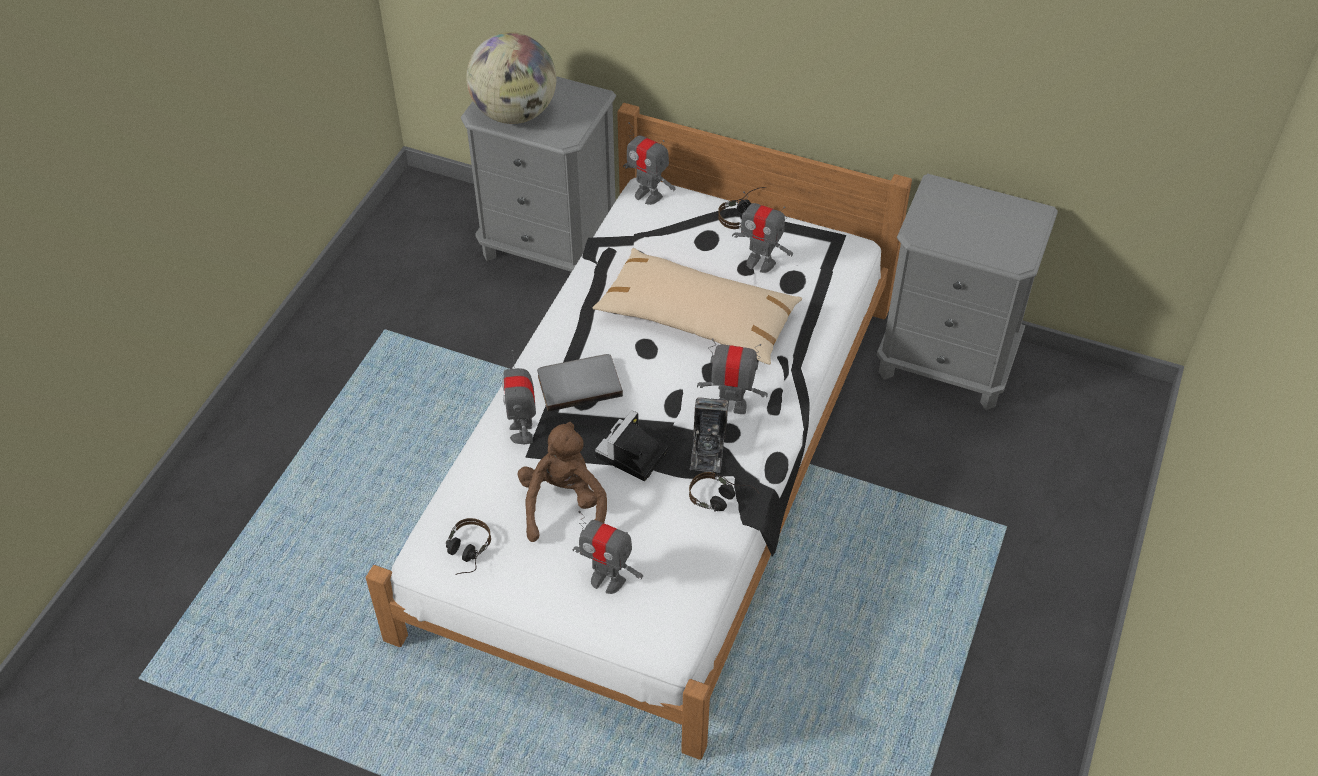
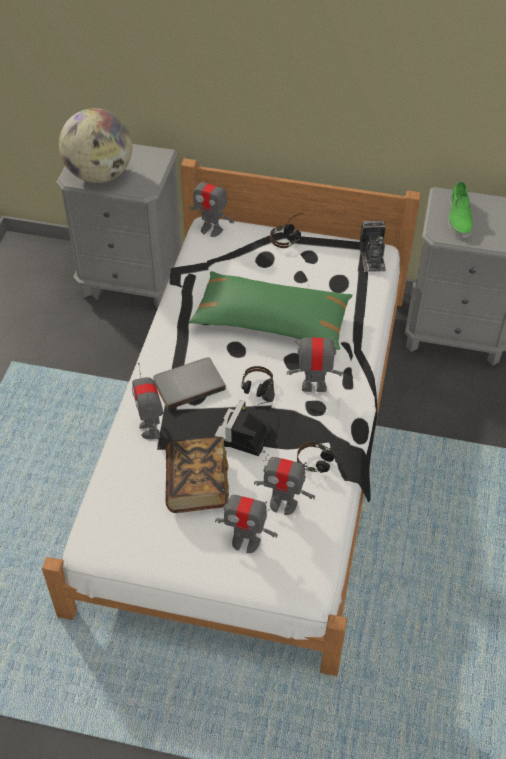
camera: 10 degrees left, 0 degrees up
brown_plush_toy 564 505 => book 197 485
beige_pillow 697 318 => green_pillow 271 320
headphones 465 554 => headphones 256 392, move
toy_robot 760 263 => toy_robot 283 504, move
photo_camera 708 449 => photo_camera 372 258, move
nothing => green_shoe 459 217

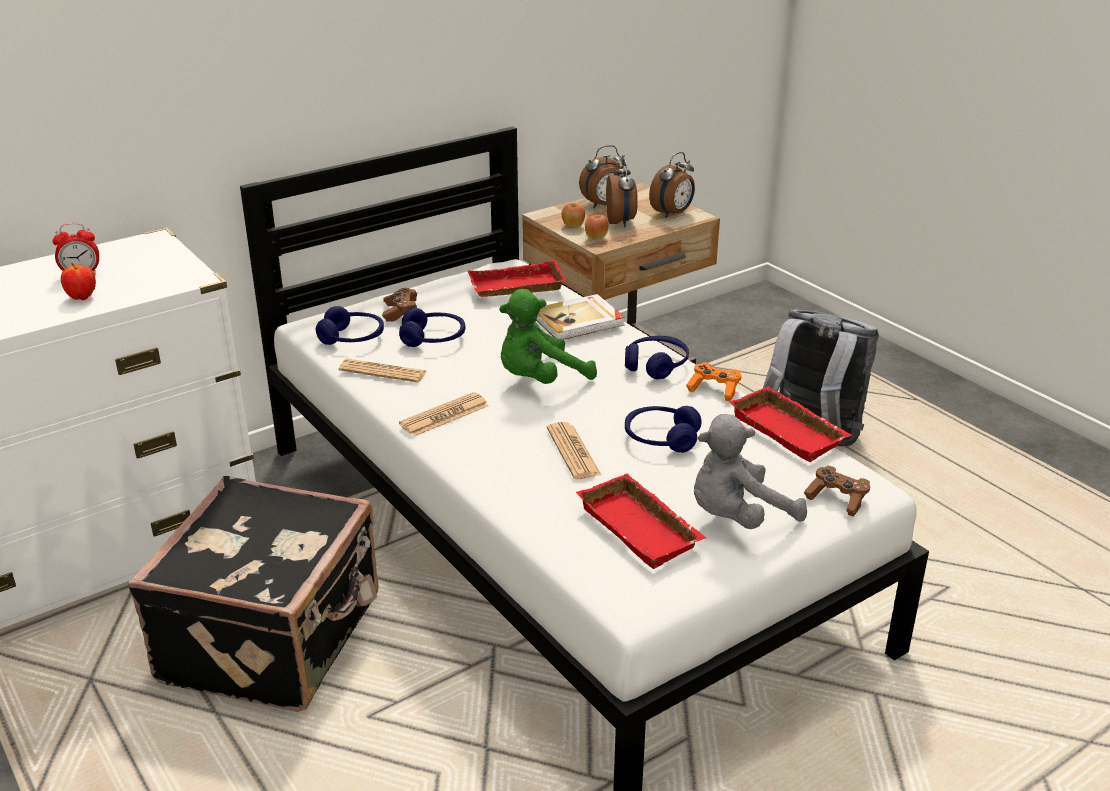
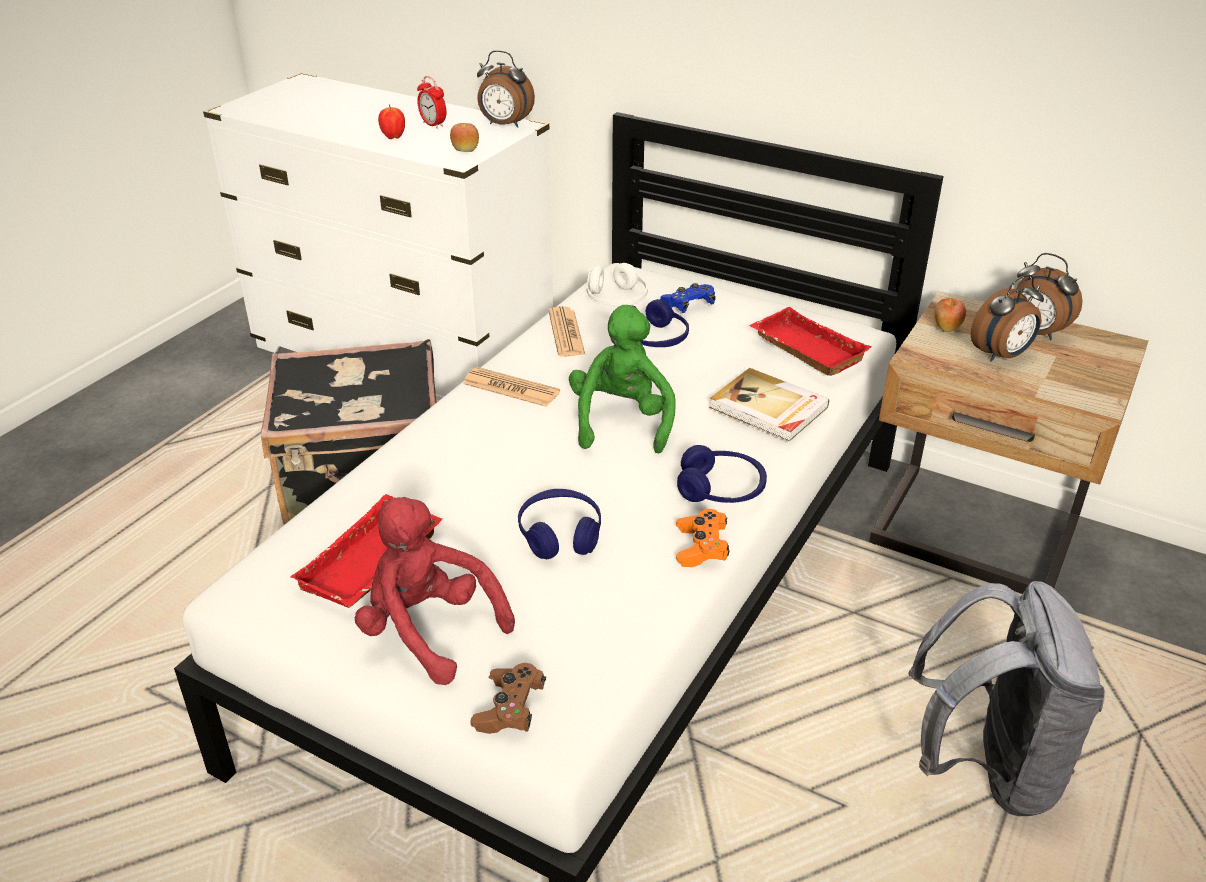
camera: 65 degrees right, 5 degrees up
grey_plush_toy 737 517 => red_plush_toy 429 630
apple 596 238 => apple 465 151, move
alarm_clock 673 214 => alarm_clock 505 125, move
green_plush_toy 540 380 => green_plush_toy 621 421, 60 degrees clockwise
blue_headphones 352 338 => white_headphones 616 299
brown_game_controller 400 312 => blue_game_controller 688 306
newspaper 573 452 => nothing
red_tray 791 431 => nothing

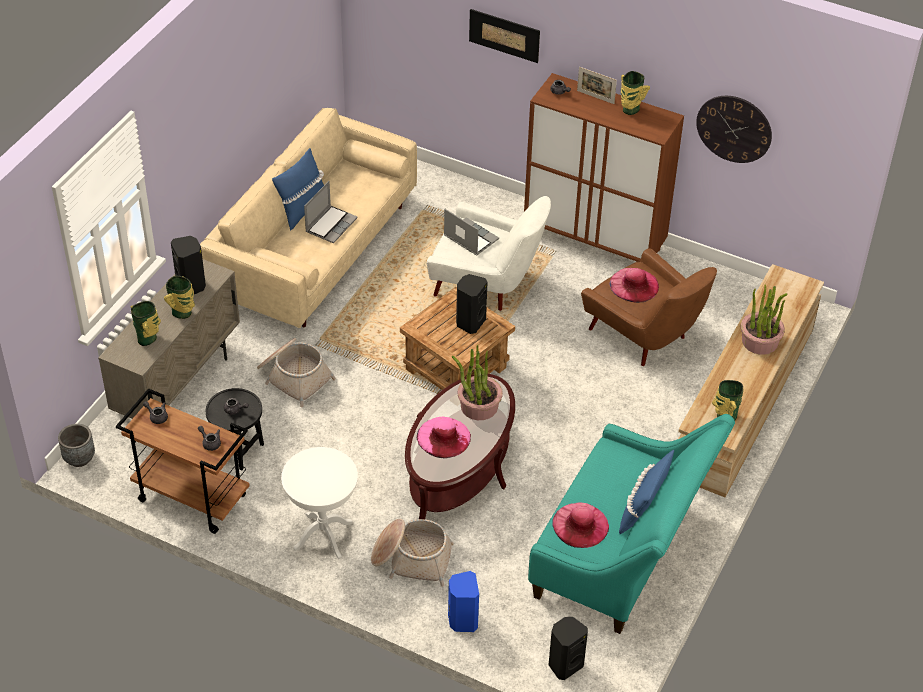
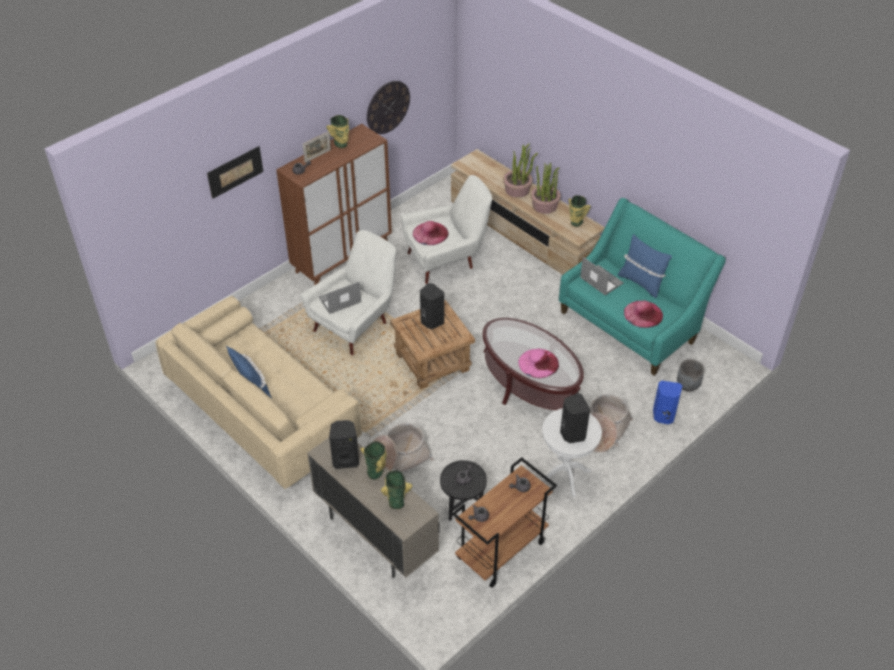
camera: 70 degrees left, 0 degrees up
brown_armchair 645 337 => white_armchair 446 259
potted_plant 478 406 => potted_plant 544 206, move
black_speaker 564 665 => black_speaker 571 434, move
laptop 331 225 => laptop 600 281, move
grey_planter 79 458 => grey_planter 687 385, move

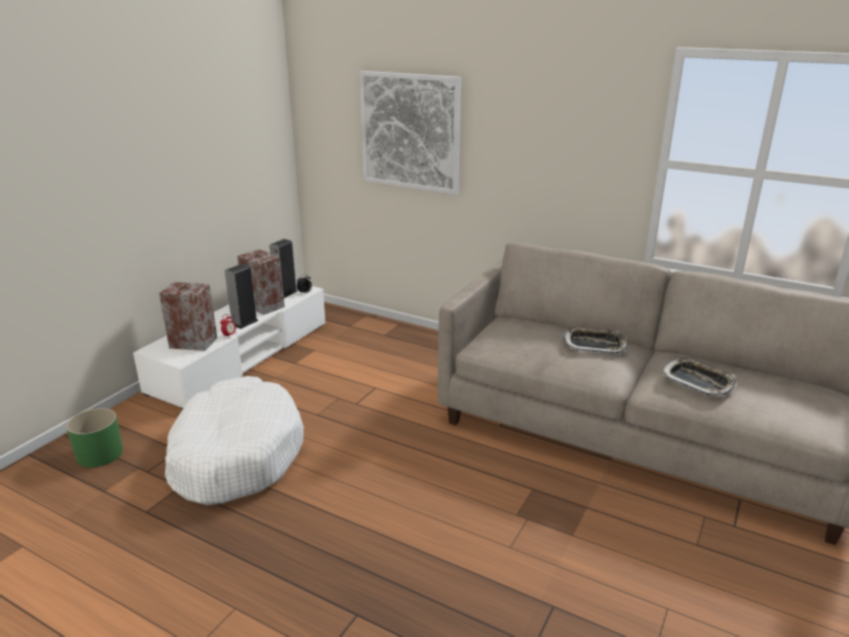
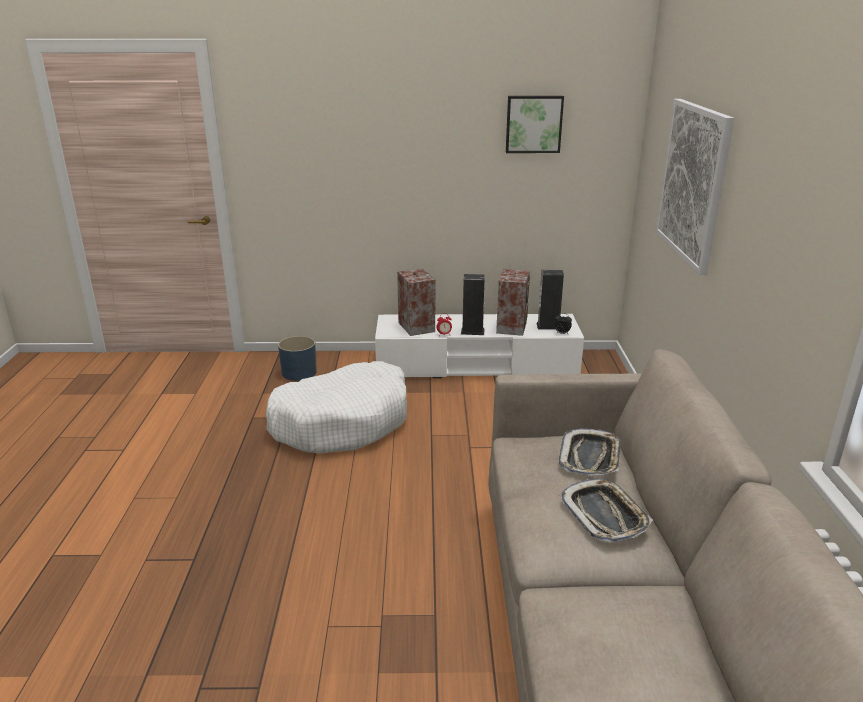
camera: 60 degrees right, 0 degrees up
green_planter 100 454 => blue_planter 299 373
nothing => picture 533 124
tray 698 381 => tray 590 457, move

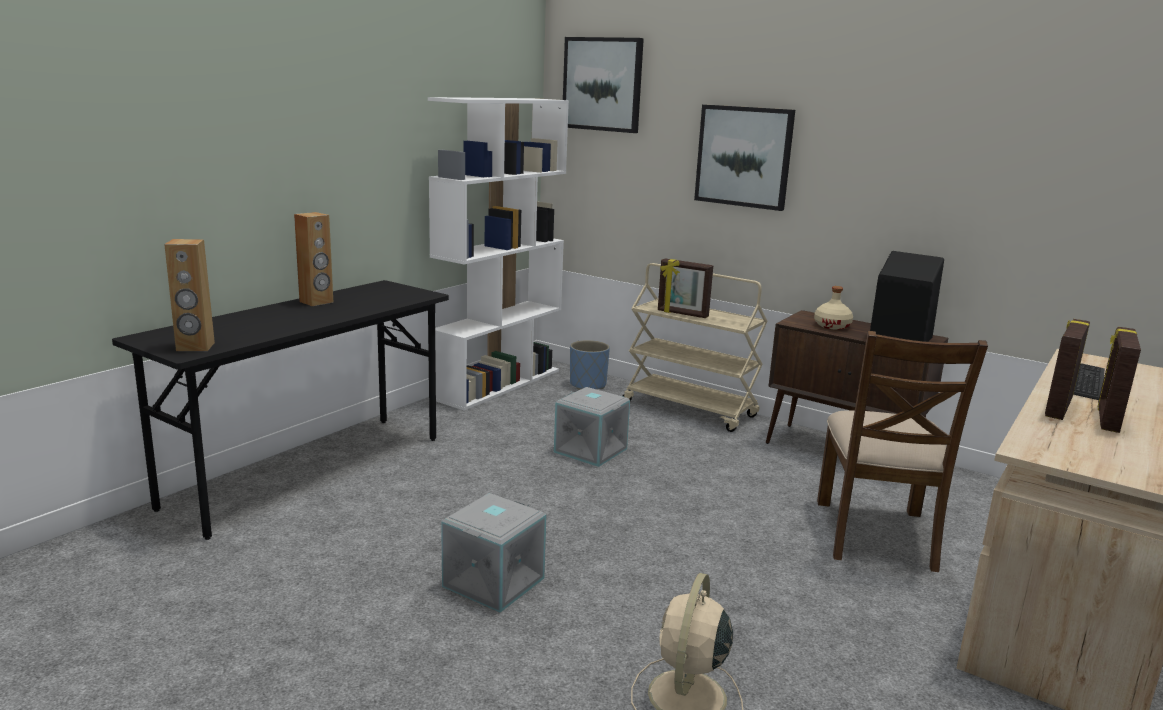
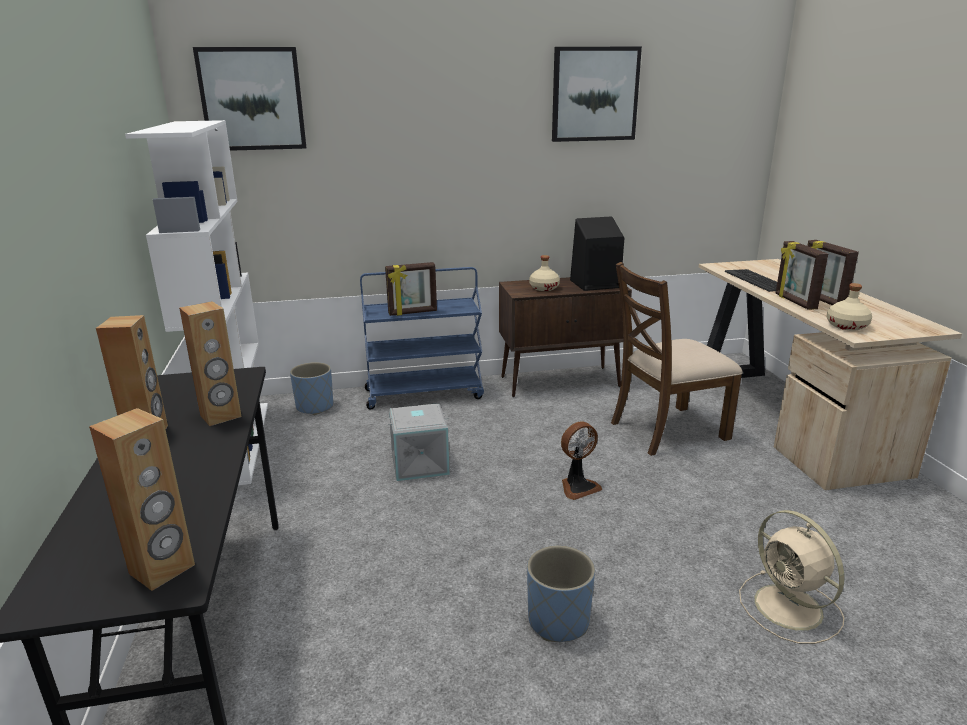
camera: 45 degrees left, 5 degrees up
nothing => brown_speaker 221 416
beige_cart 690 409 => blue_cart 424 393
grey_storage_box 492 581 => blue_planter 558 621
picture 744 156 => picture 594 94, move
nothing => fan 578 487
brown_chair 876 534 => brown_chair 667 430, 105 degrees clockwise
nothing => beige_bottle 847 326

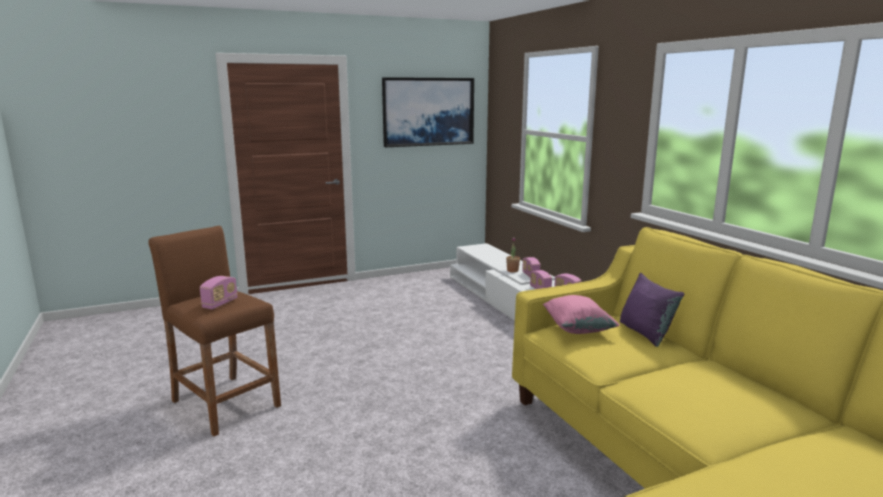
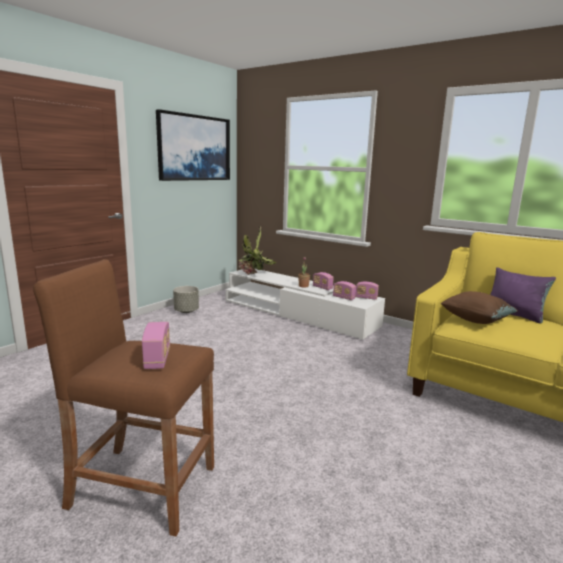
camera: 30 degrees left, 0 degrees up
nothing => grey_planter 186 311
nothing => potted_plant 256 274
pink_pillow 577 329 => brown_pillow 475 320

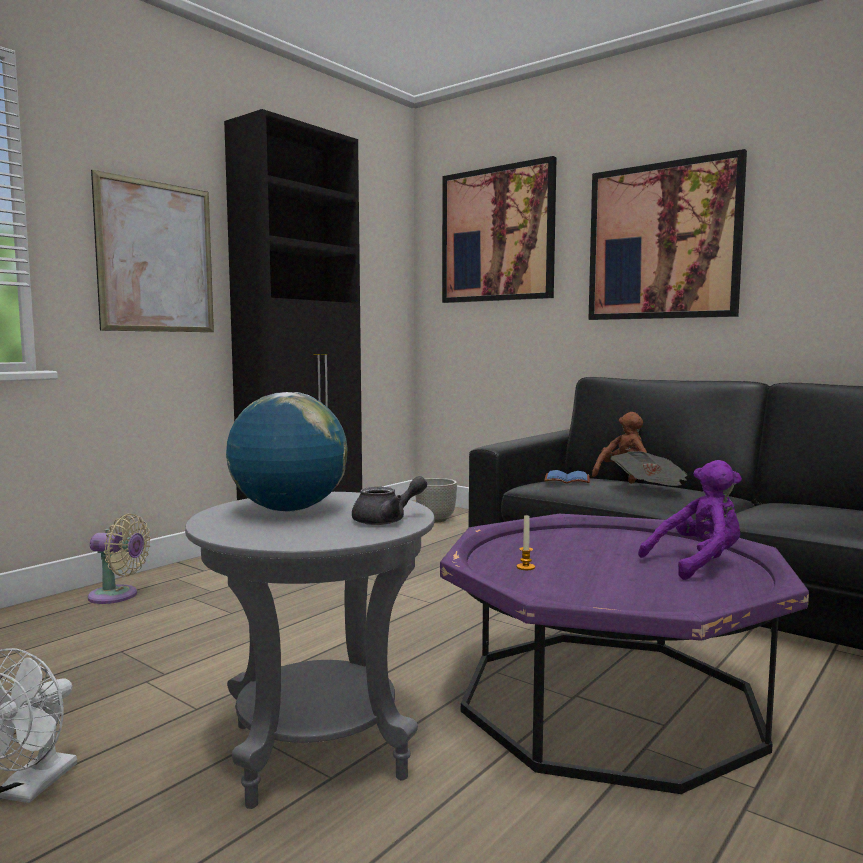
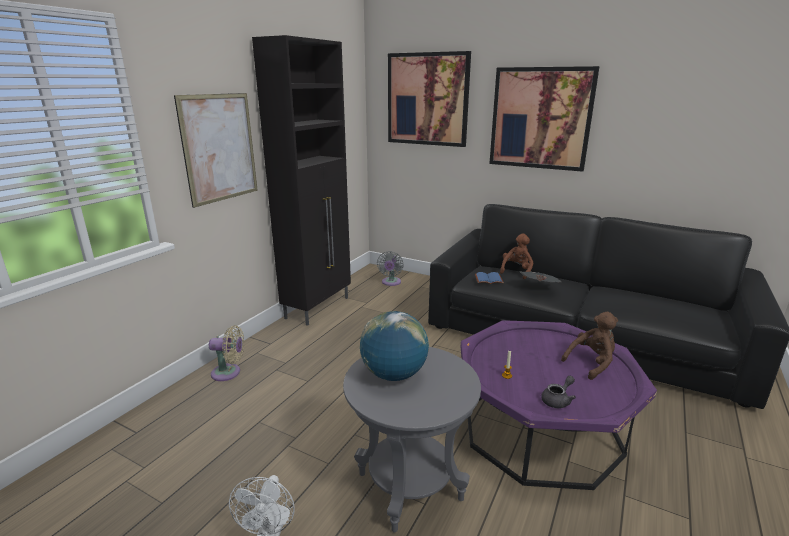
camera: 10 degrees left, 15 degrees up
grey_planter 436 520 => grey_fan 391 282
grey_teapot 387 520 => grey_teapot 558 400, move
purple_plush_toy 697 564 => brown_plush_toy 591 363

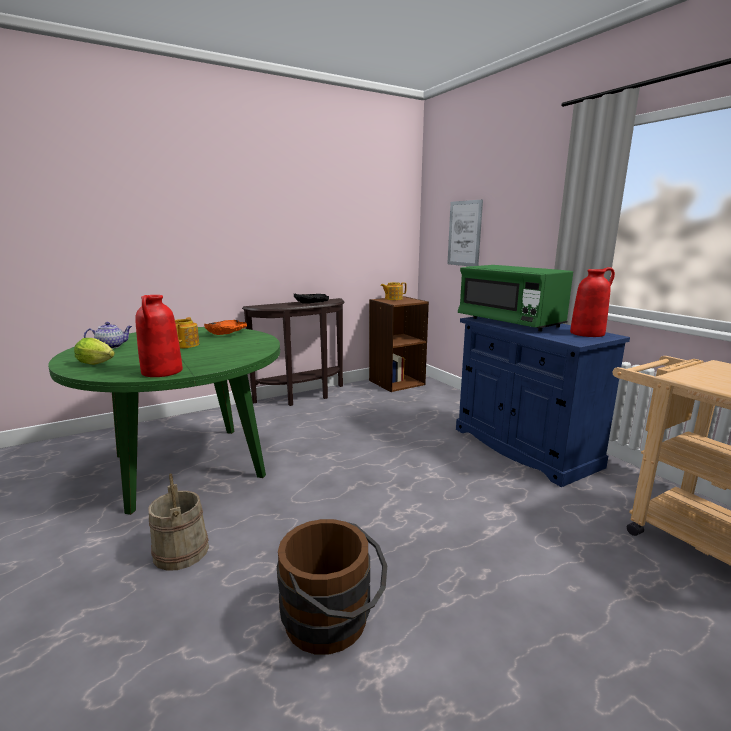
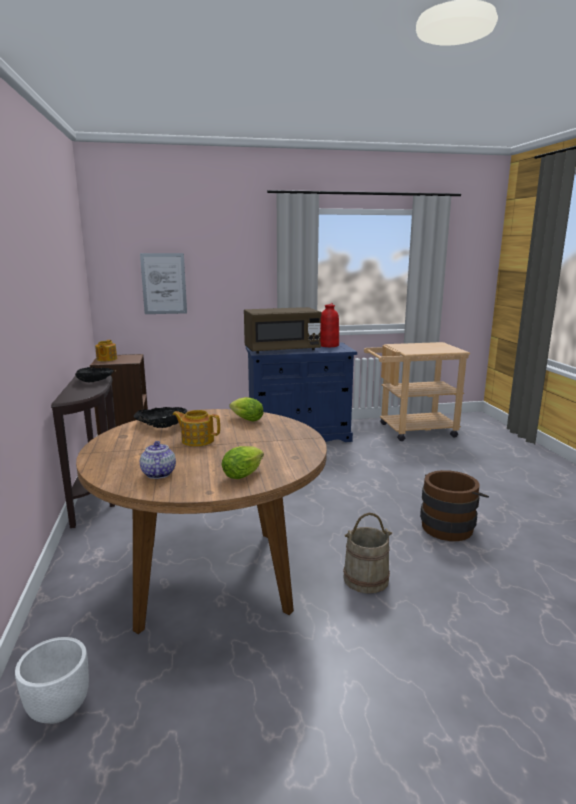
camera: 70 degrees left, 0 degrees up
nothing => white_planter 59 707
green_dining_table 188 465 => brown_dining_table 211 576
orange_bowl 226 333 => black_bowl 162 424
nothing => lettuce 245 419
green_microwave 509 322 => brown_microwave 282 350
red_vase 162 372 => nothing

